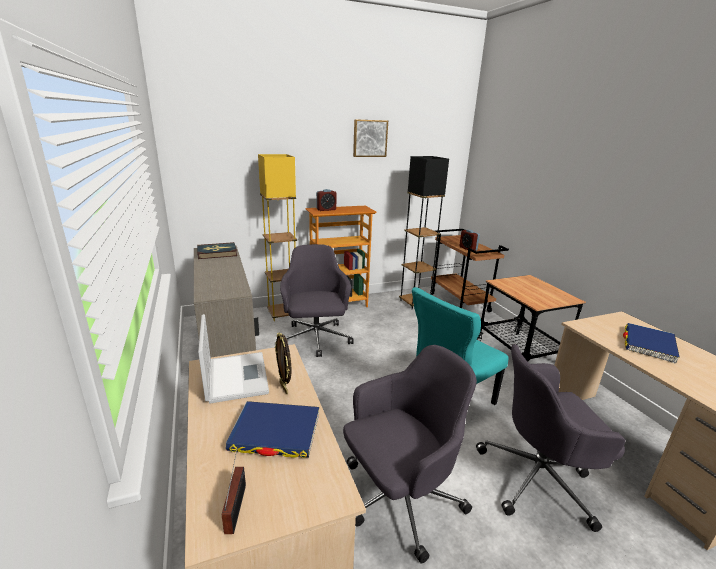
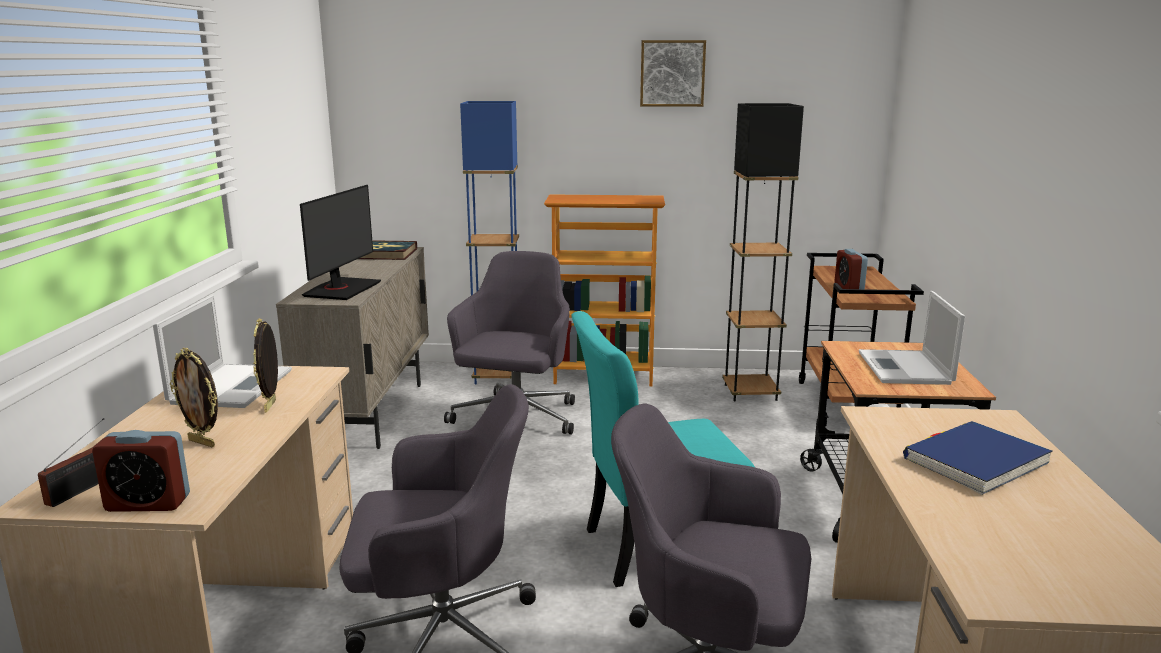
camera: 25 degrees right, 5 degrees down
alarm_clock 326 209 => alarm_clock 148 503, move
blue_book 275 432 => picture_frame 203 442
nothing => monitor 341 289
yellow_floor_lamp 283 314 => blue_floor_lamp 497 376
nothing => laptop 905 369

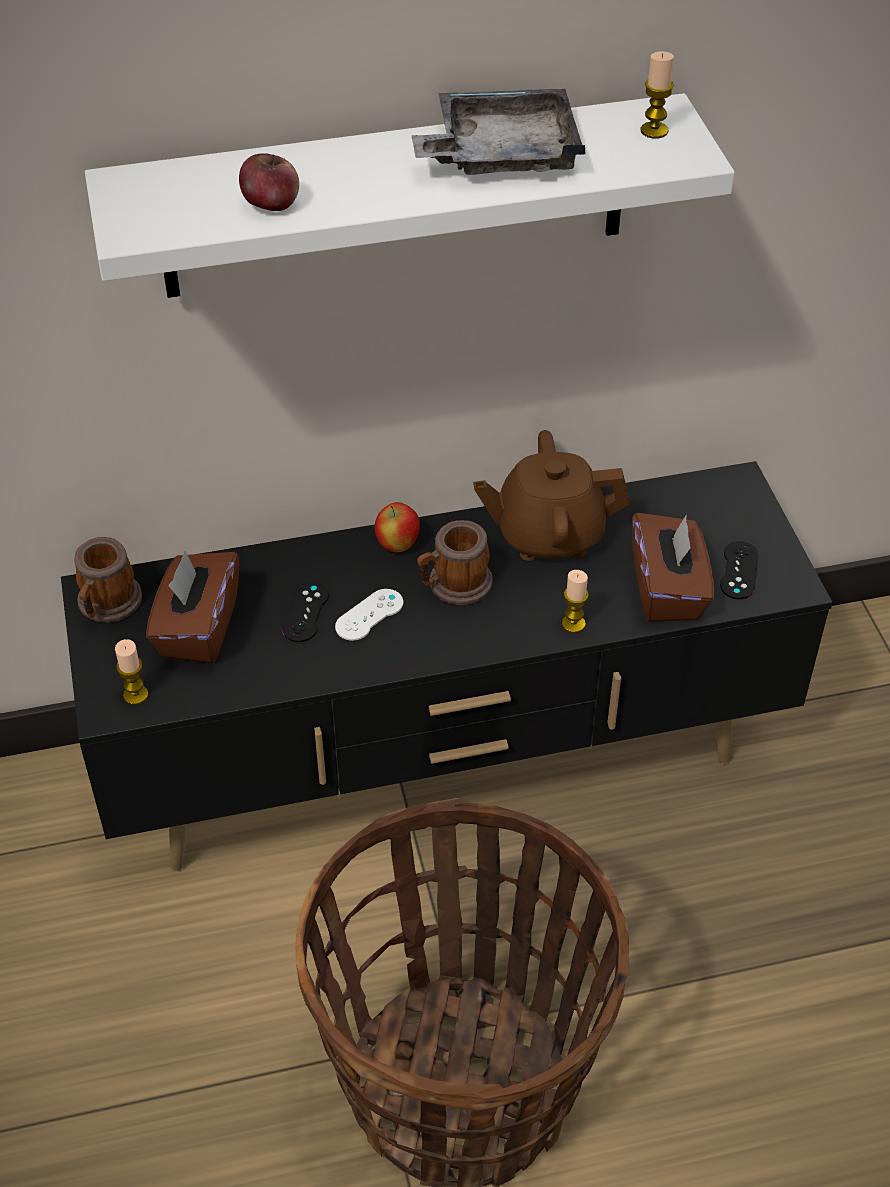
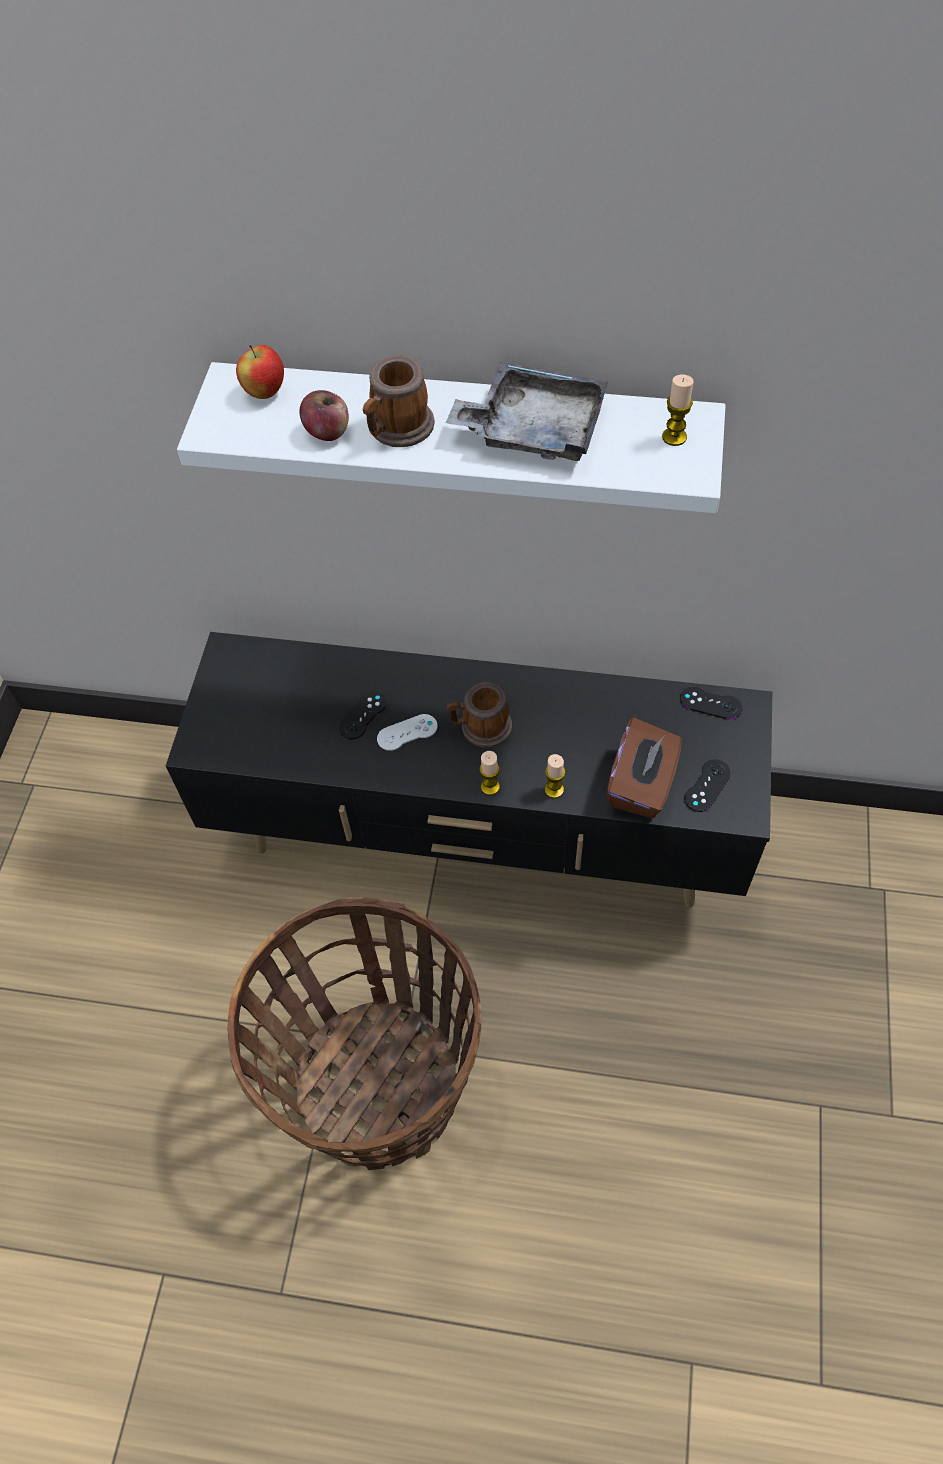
camera: 25 degrees right, 10 degrees up
apple 397 545 => apple 265 392, move
mug 107 605 => mug 397 430, move
candle 135 695 => candle 490 787, move
nothing => black_game_controller 710 703
brown_tissue_box 198 628 => nothing
brown_teapot 548 535 => nothing

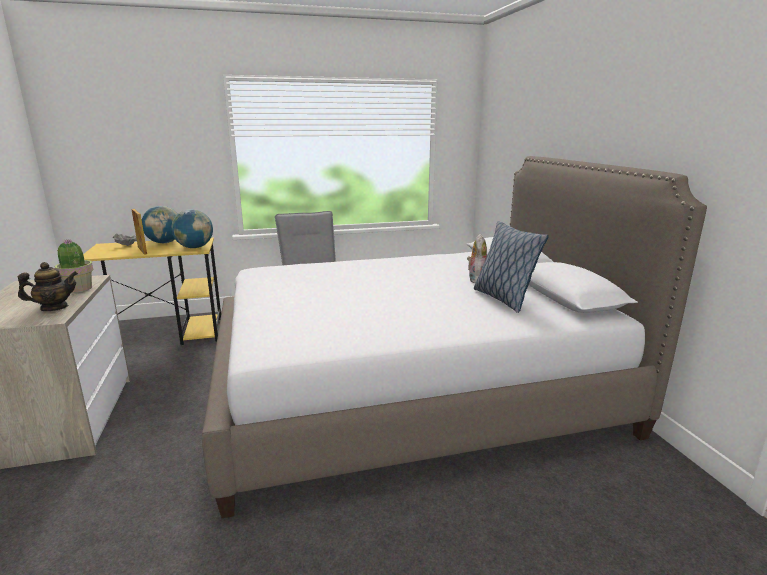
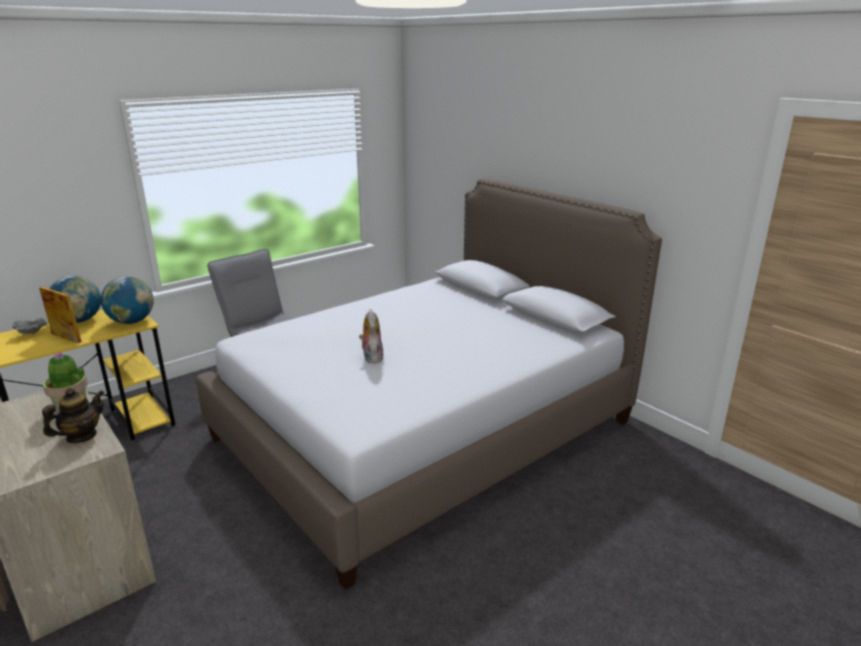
camera: 25 degrees left, 5 degrees up
plush_toy 476 280 => plush_toy 371 357, move
pillow 503 299 => nothing

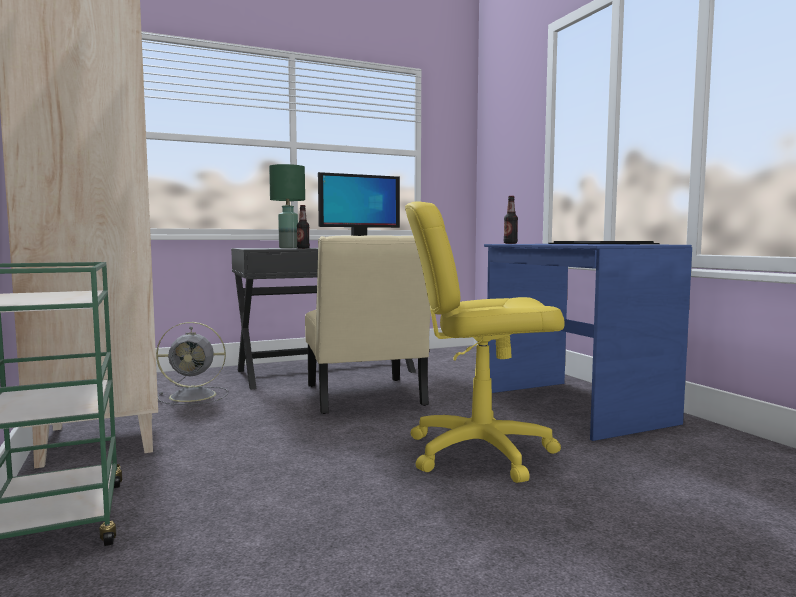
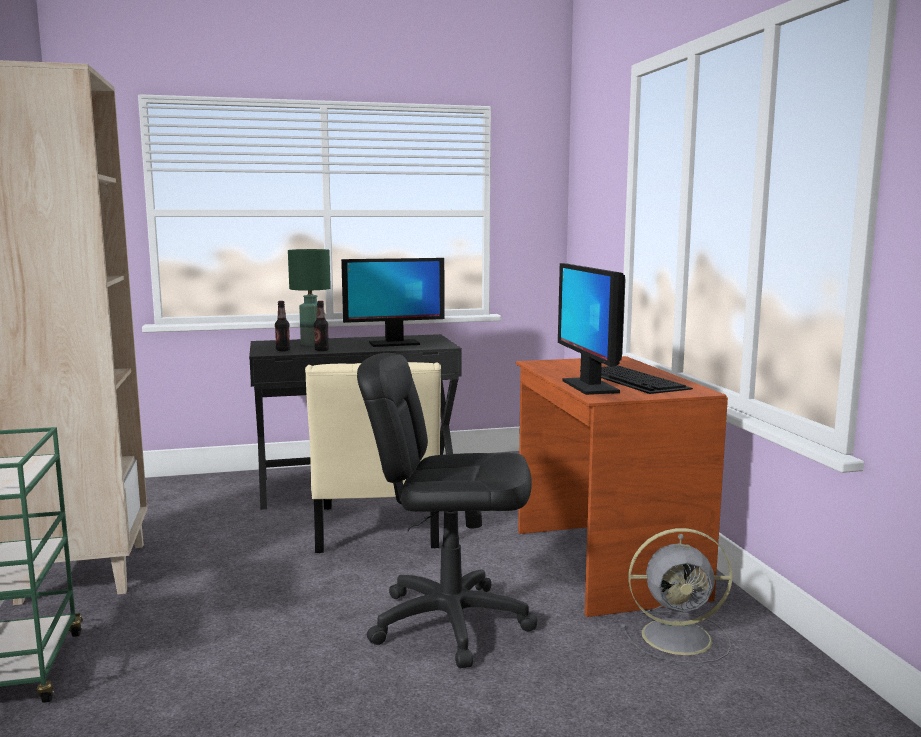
camera: 10 degrees right, 5 degrees up
bottle 510 243 => bottle 283 350, move
yellow_office_chair 480 452 => black_office_chair 450 622
blue_desk 573 407 => brown_desk 604 563
nothing => monitor 589 386
grey_fan 195 396 => grey_fan 680 637, move

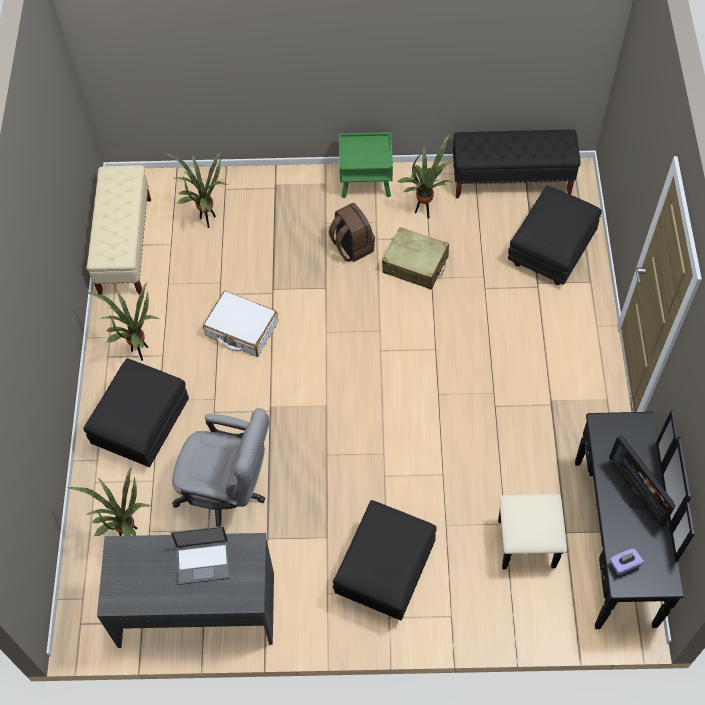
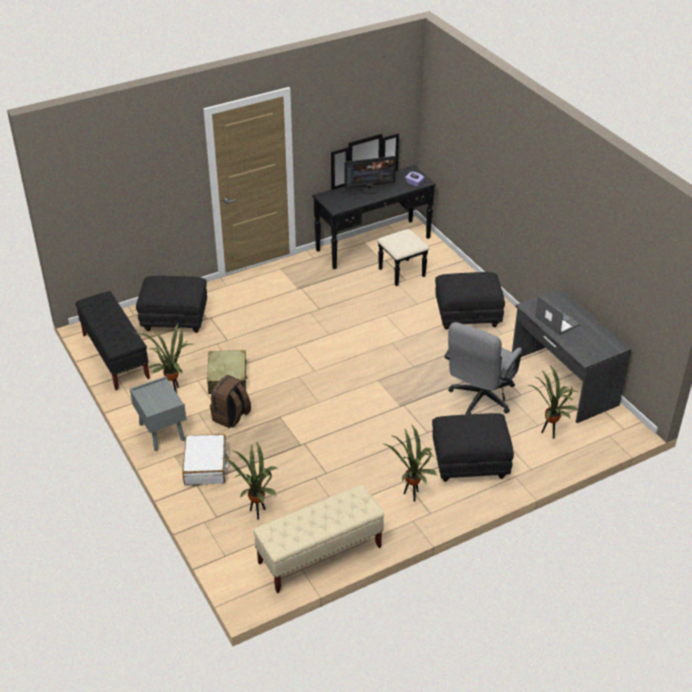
camera: 120 degrees left, 20 degrees down
green_nightstand 366 183 => grey_nightstand 161 432
white_suitcase 241 329 => white_suitcase 206 466, move
monitor 637 493 => monitor 369 188, 45 degrees clockwise
grey_office_chair 228 493 => grey_office_chair 479 400, 135 degrees counterclockwise

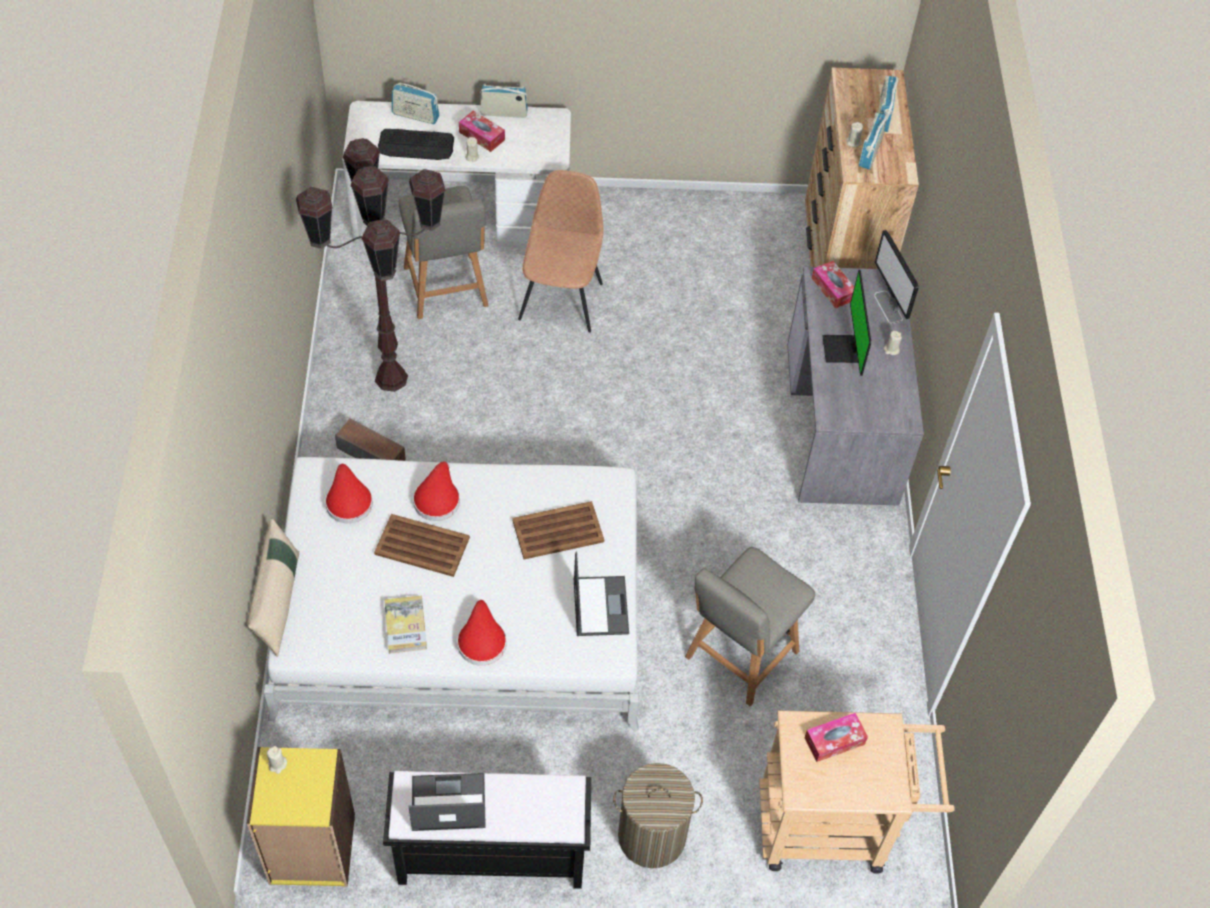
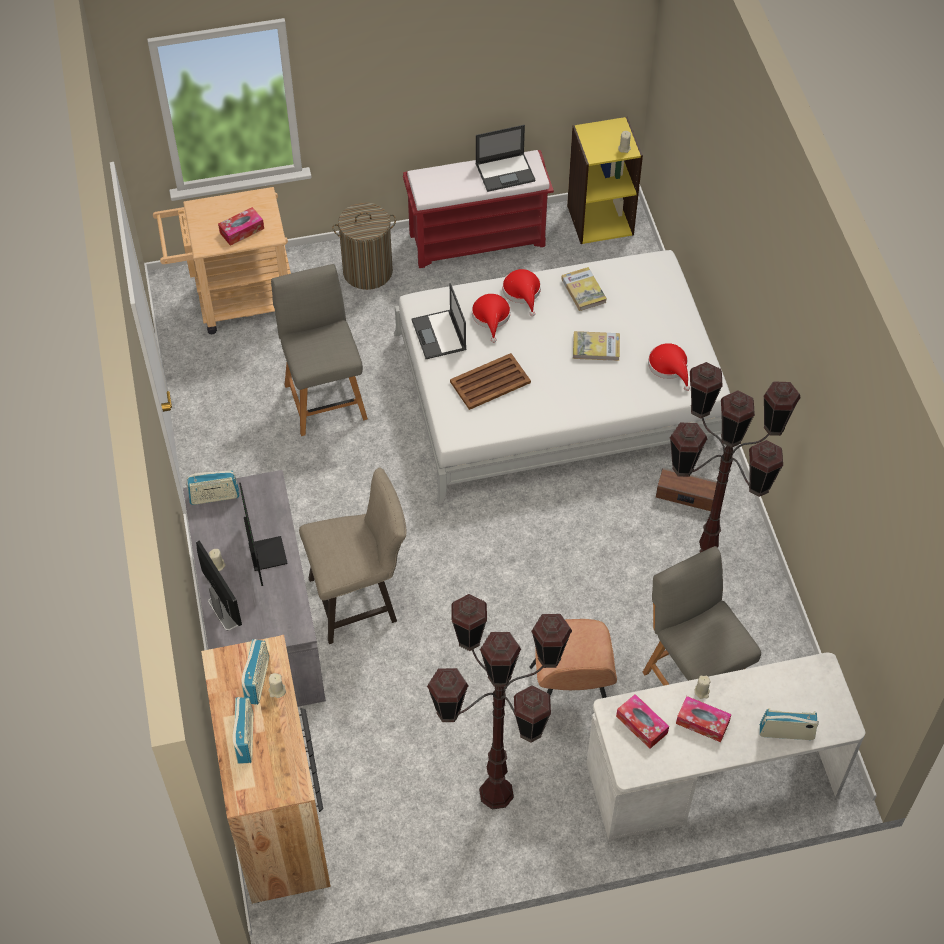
camera: 170 degrees right, 0 degrees up
radio 503 112 => radio 214 497, move
grey_chair 739 657 => grey_chair 324 399, 45 degrees counterclockwise
nothing => beige_stool 360 599
black_bench 489 855 => red_bench 478 239
nothing => brown_floor_lamp 496 794
red_hat 437 498 => red_hat 491 317, move
brown_tray 421 545 => book 596 347
tissue_box 833 289 => tissue_box 641 725, move
beige_pillow 278 601 => nothing
keyboard 416 145 => nothing

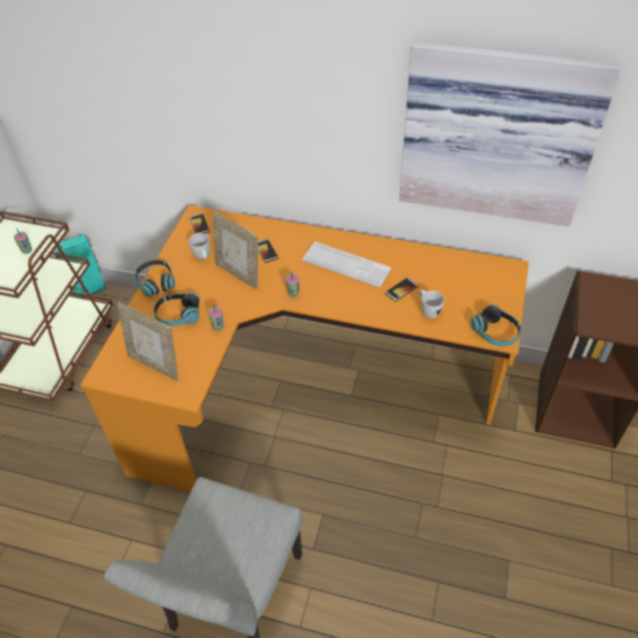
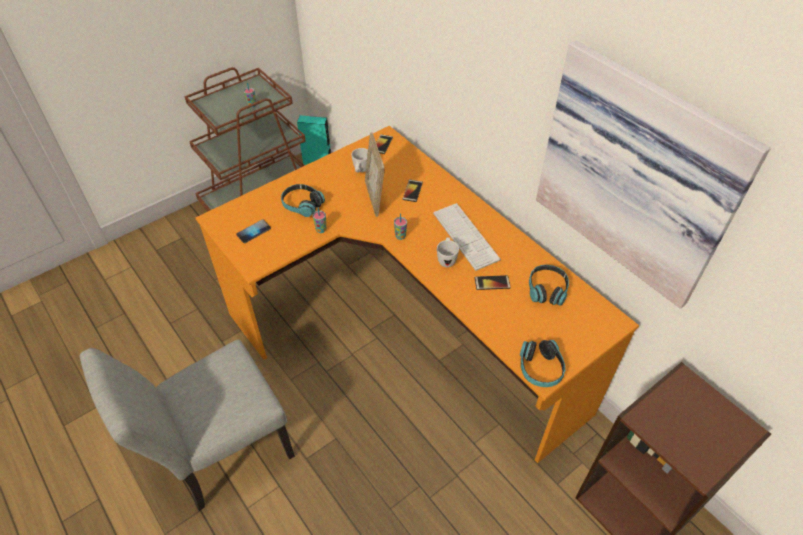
camera: 35 degrees right, 0 degrees up
picture_frame 155 364 => phone 253 232
white_mug 428 311 => white_mug 446 259, move
headphones 156 282 => headphones 547 290, move

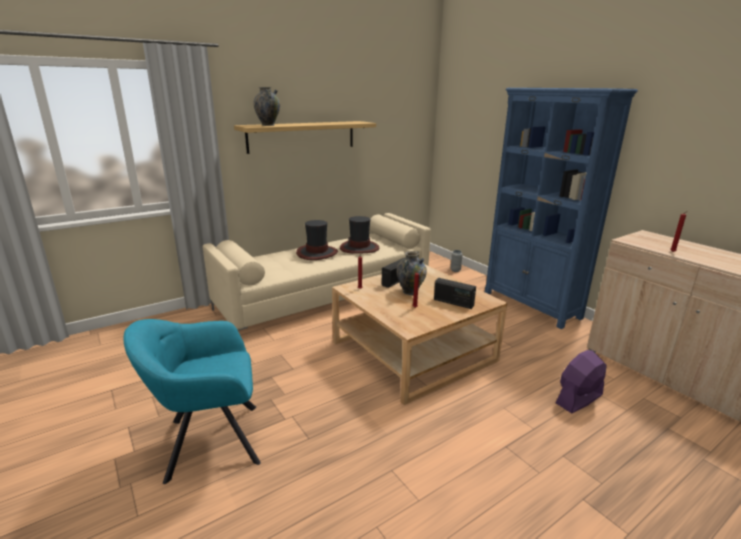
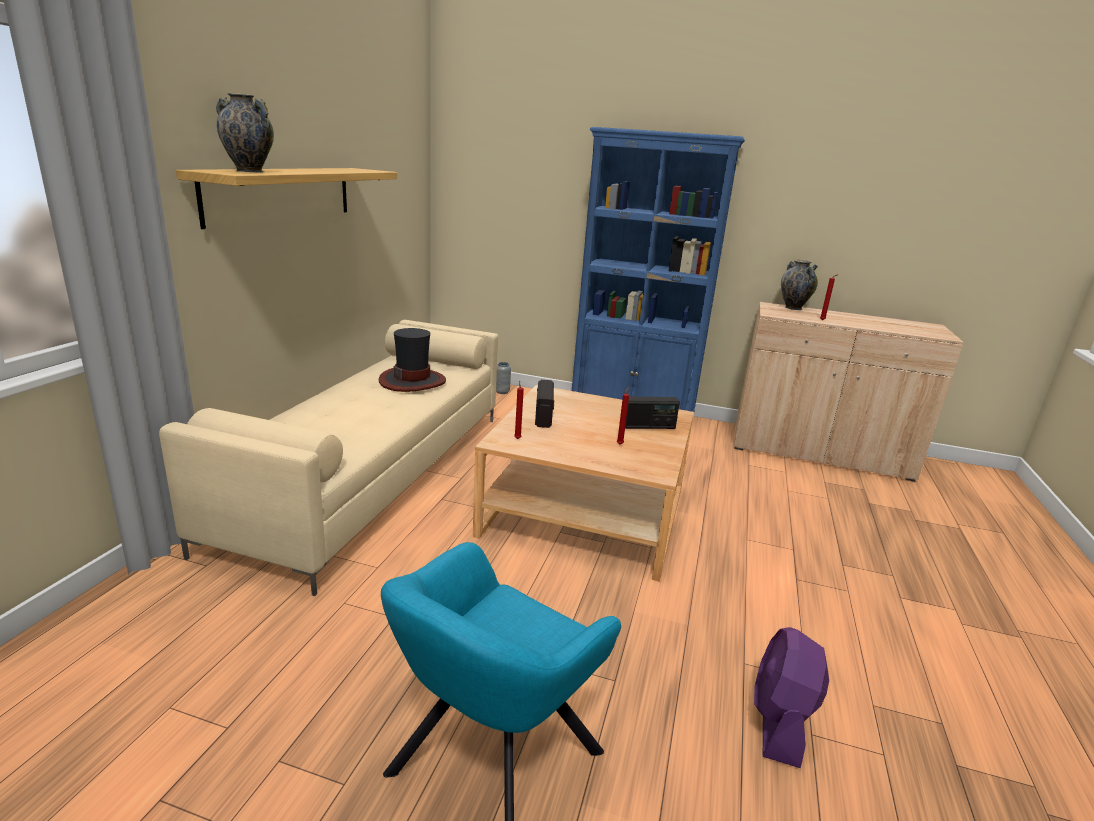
camera: 40 degrees left, 0 degrees up
purple_fan 578 399 => purple_fan 779 722, move
vase 410 291 => vase 793 308, move
hat 317 253 => nothing

